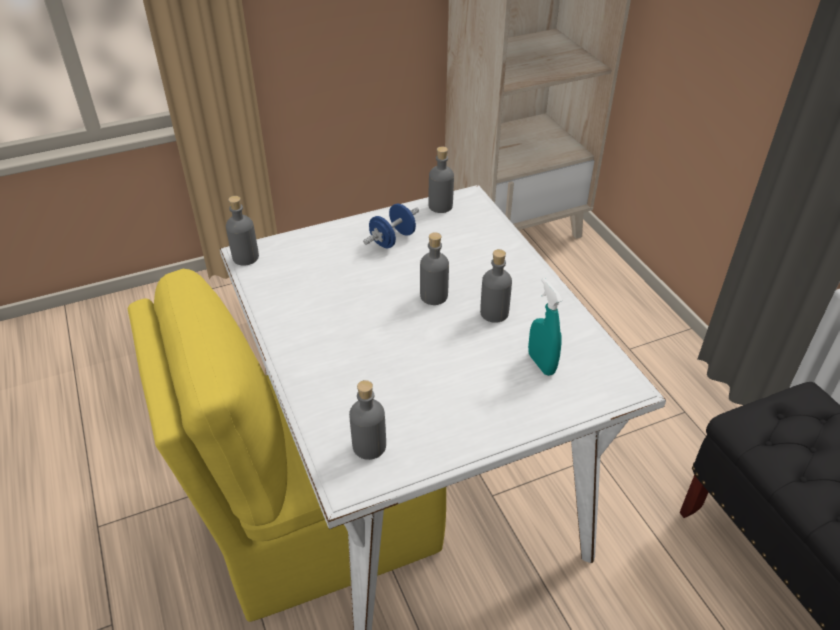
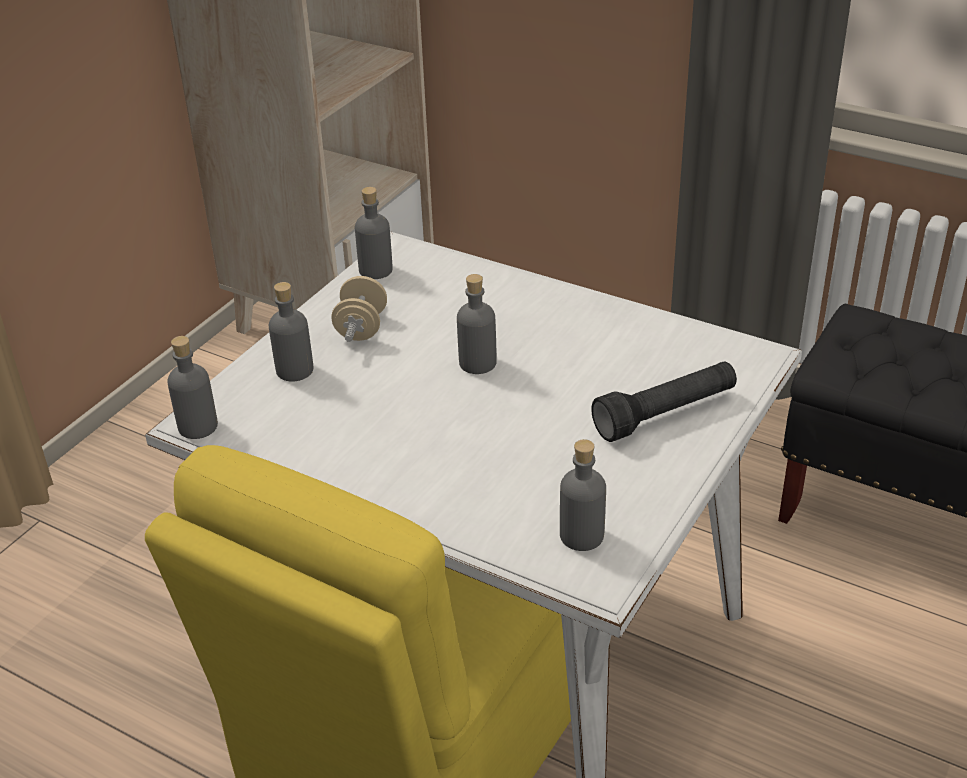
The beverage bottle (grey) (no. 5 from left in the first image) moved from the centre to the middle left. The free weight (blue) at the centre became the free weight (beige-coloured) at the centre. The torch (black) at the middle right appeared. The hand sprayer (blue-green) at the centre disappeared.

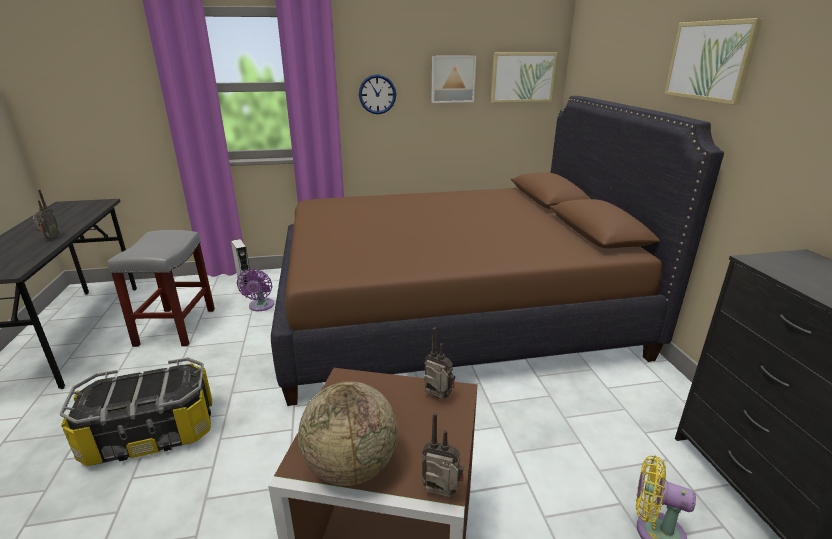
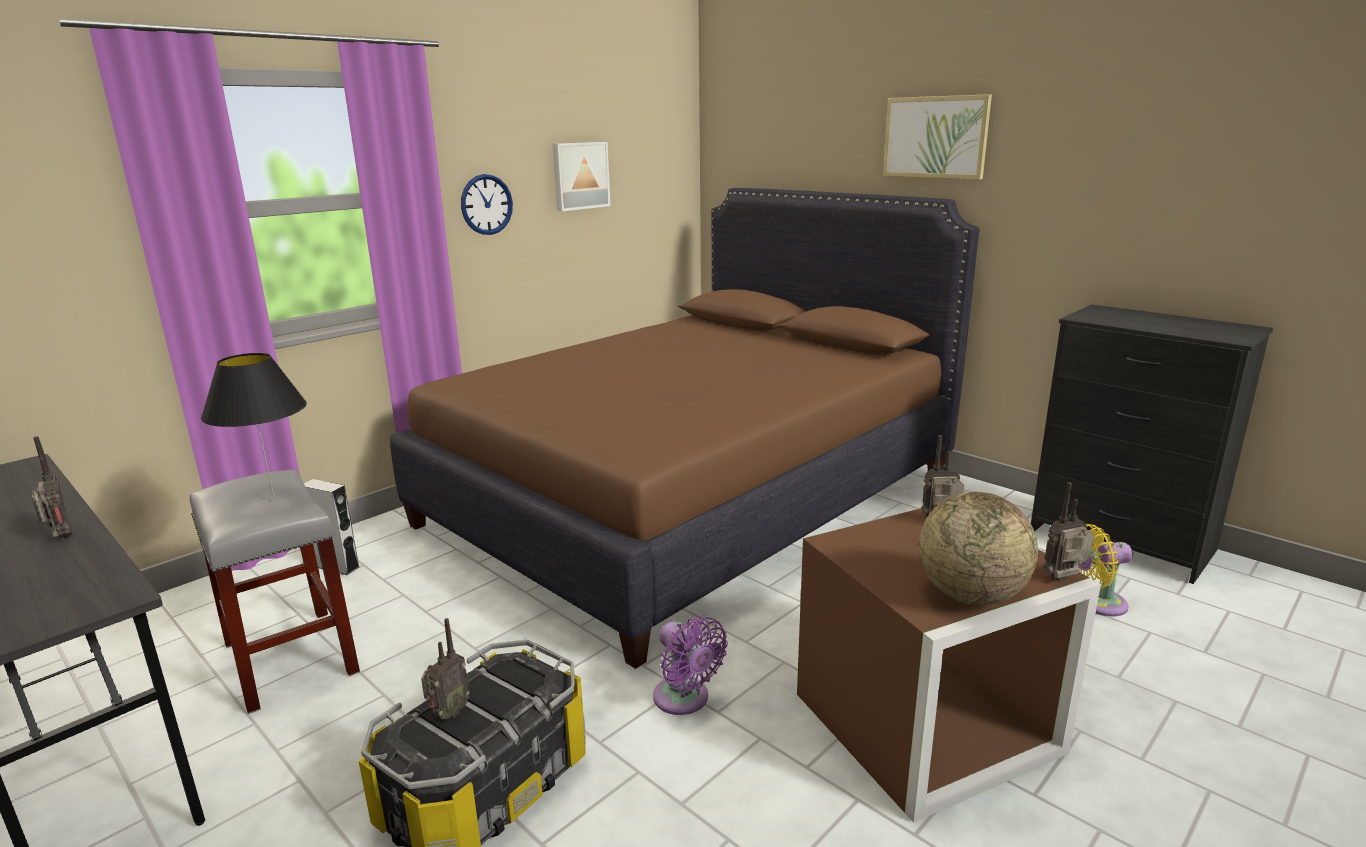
The table lamp (black) at the middle left appeared. The radio set (no. 2 from left) at the bottom left appeared. The electric fan (purplish) moved from the middle left to the bottom centre. The wall art (no. 2 from left) at the top centre disappeared.

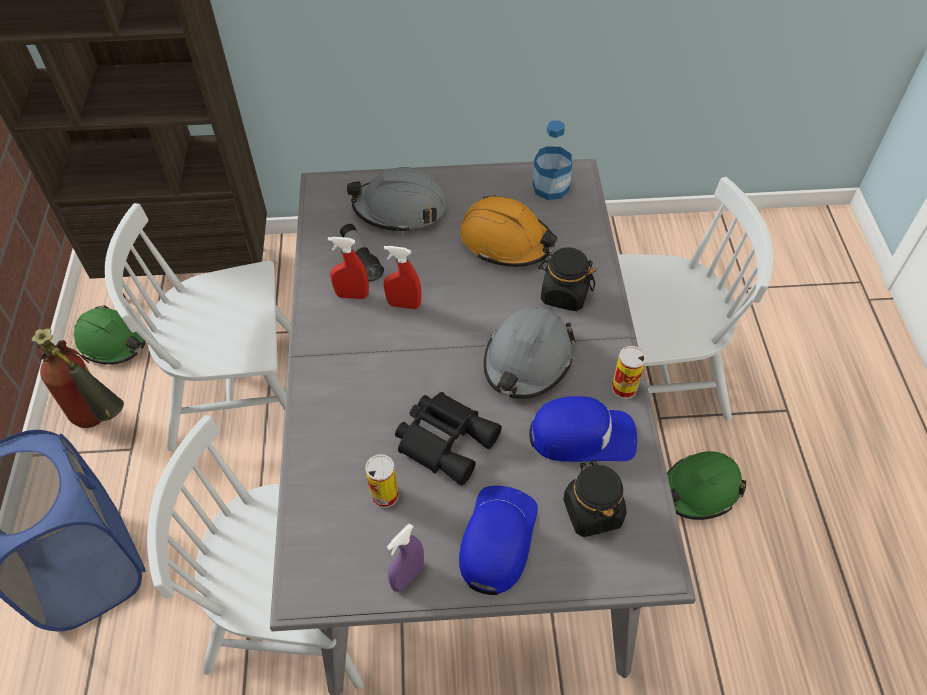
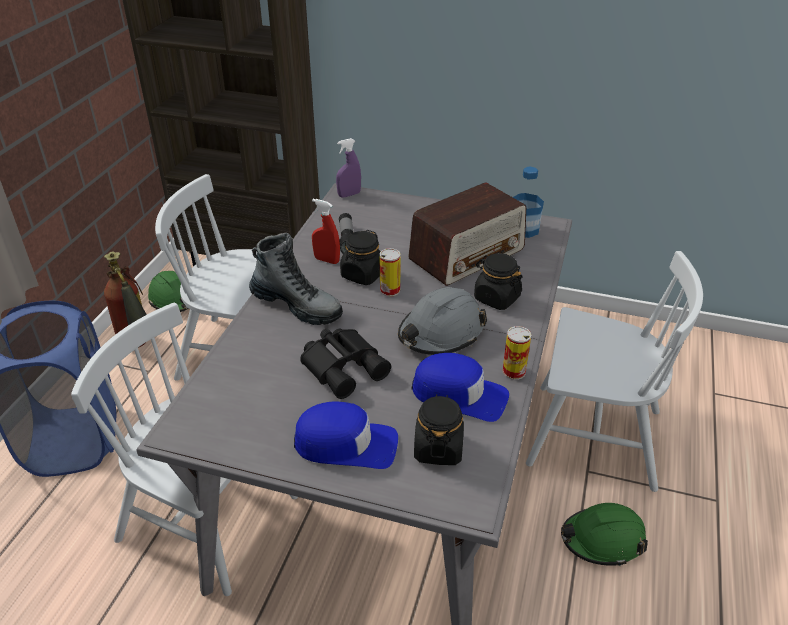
The boot at the centre appeared. The peaked cap (blue) (no. 1 from left) at the bottom centre turned 60 degrees clockwise. The hand sprayer (purplish) moved from the bottom centre to the top centre. The hand sprayer (red-coloured) (no. 2 from left) at the centre was replaced by the storage jar (black) (no. 1 from left) at the centre. The metal can (no. 1 from left) moved from the bottom centre to the centre. The hard hat (orange) at the top centre was replaced by the radio set at the centre. The hard hat (grey) (no. 1 from left) at the top centre disappeared.

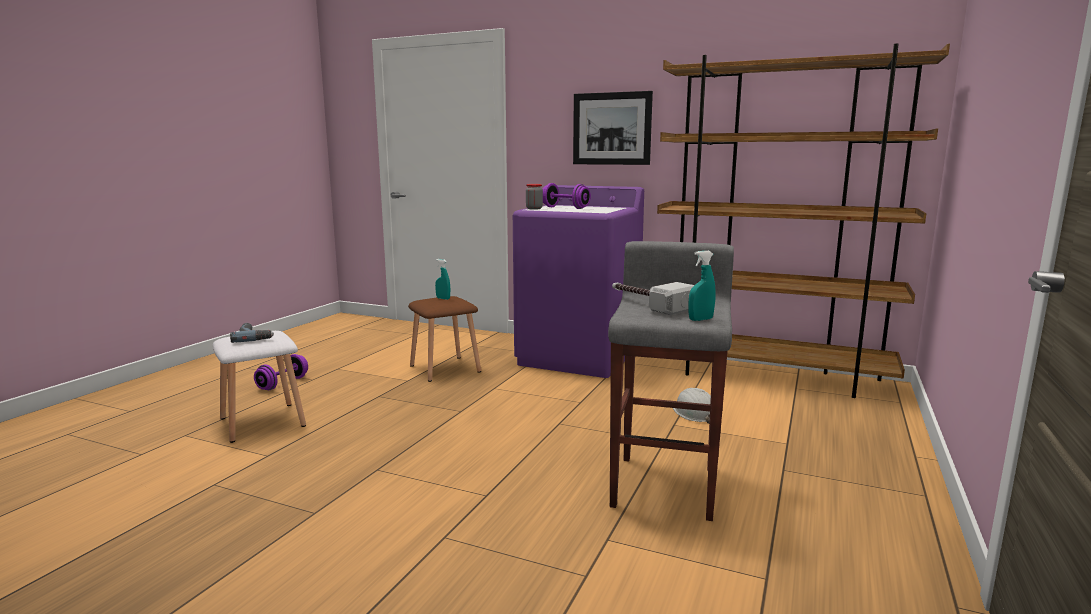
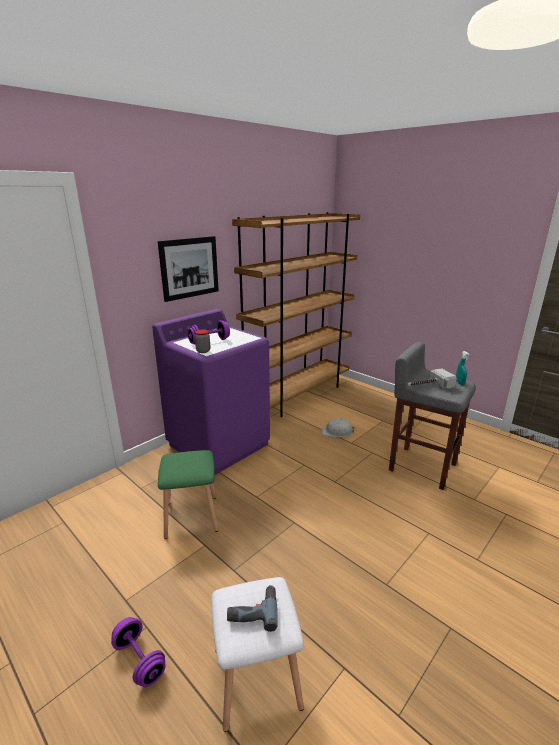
The sitting stool (brown-coloured) at the centre became the sitting stool (greenish) at the centre. The hand sprayer (blue-green) (no. 1 from left) at the centre disappeared.

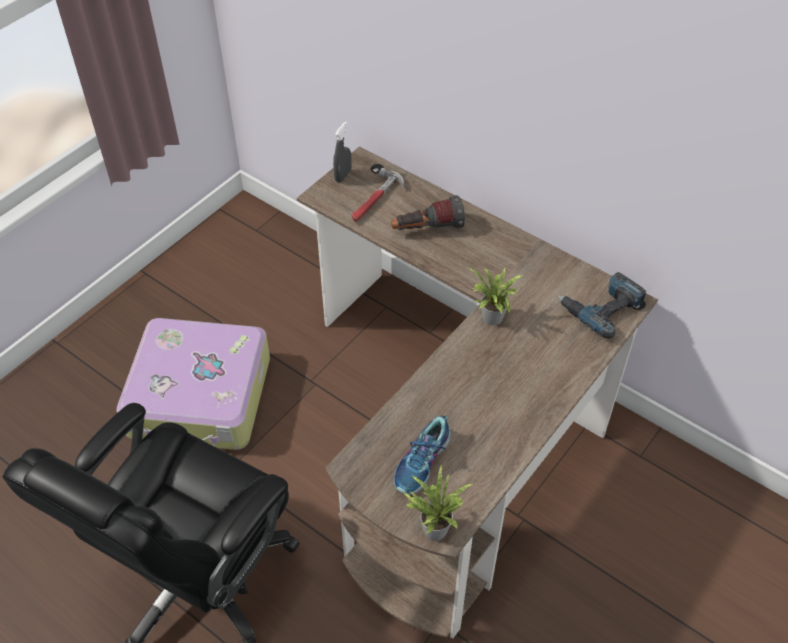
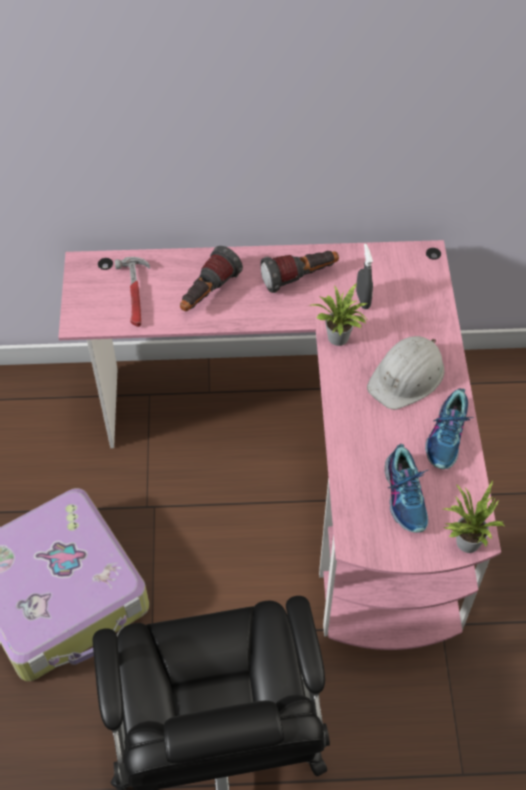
The desk (brown-coloured) at the centre became the desk (pink) at the centre. The torch (no. 2 from left) at the centre appeared. The hand sprayer (grey) moved from the top centre to the middle right. The hard hat (whitish) at the middle right appeared. The shoe (no. 2 from left) at the middle right appeared. The drill at the middle right disappeared.

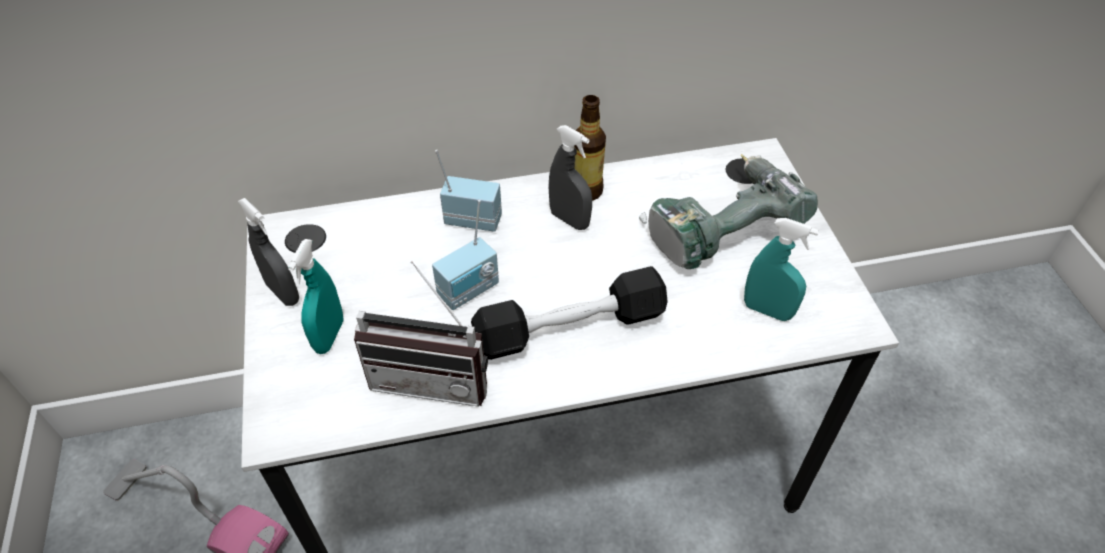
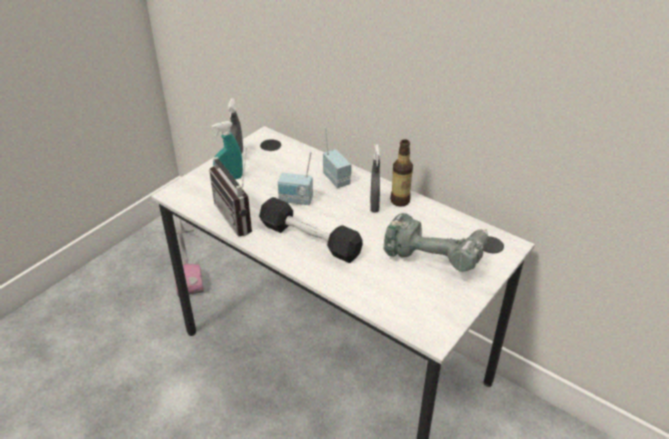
The hand sprayer (blue-green) (no. 2 from left) at the middle right disappeared.

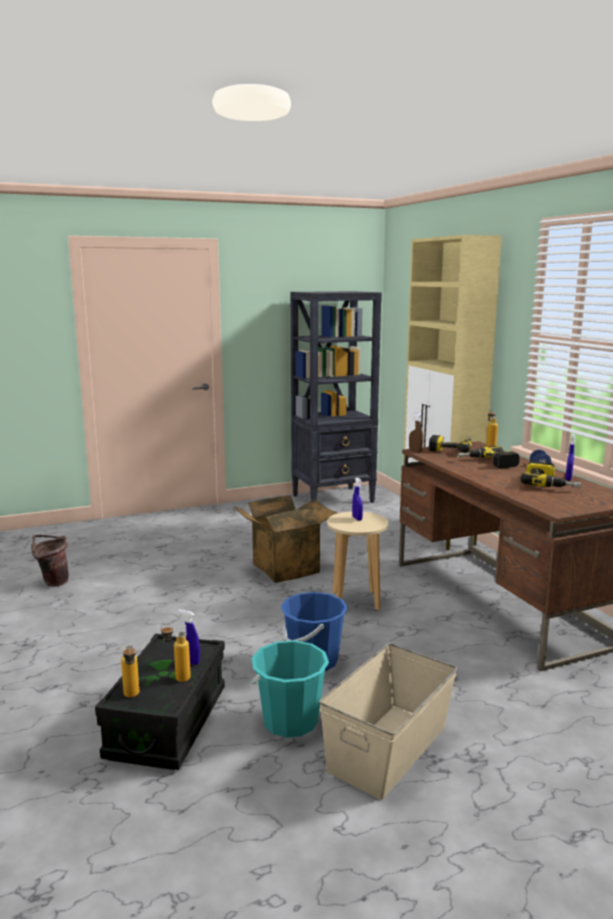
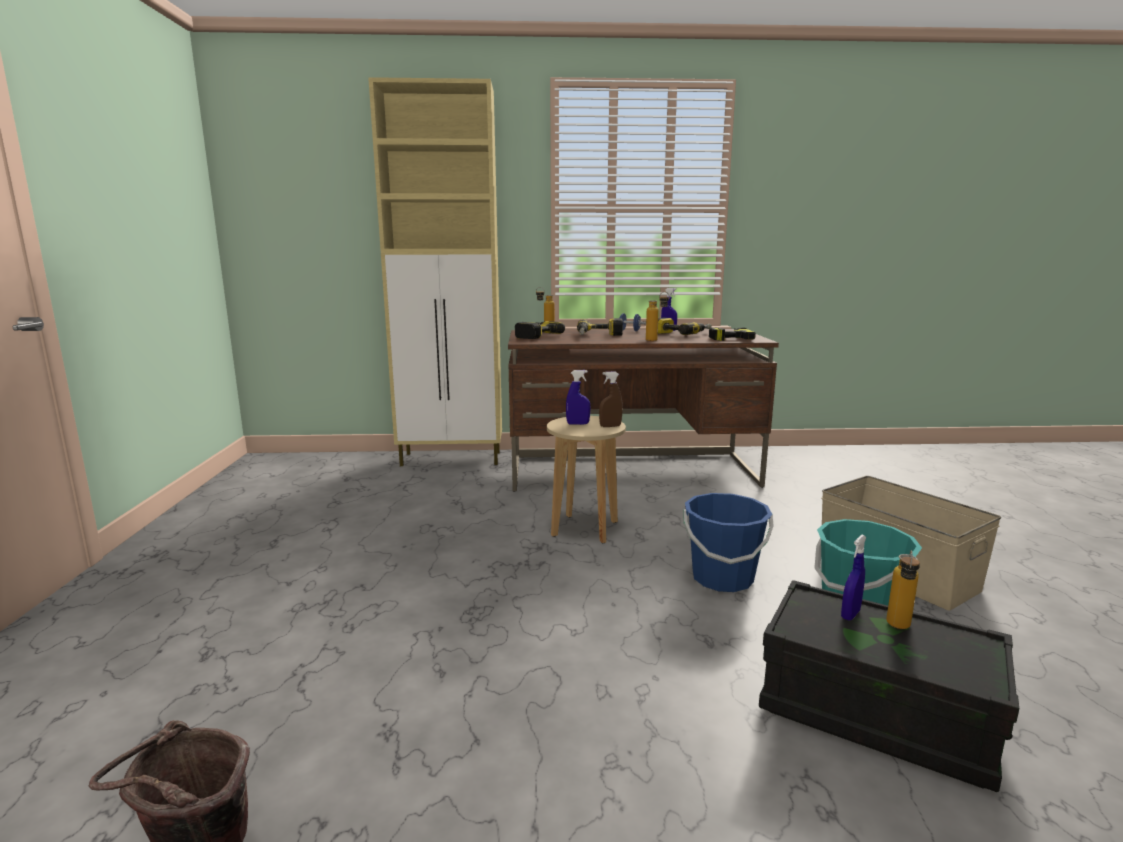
The hand sprayer (brown-coloured) moved from the middle right to the centre. The beverage bottle (no. 1 from left in the first image) moved from the bottom left to the centre. The drill (no. 4 from left) at the centre appeared. The carton at the centre disappeared. The bookshelf (black) at the centre disappeared.

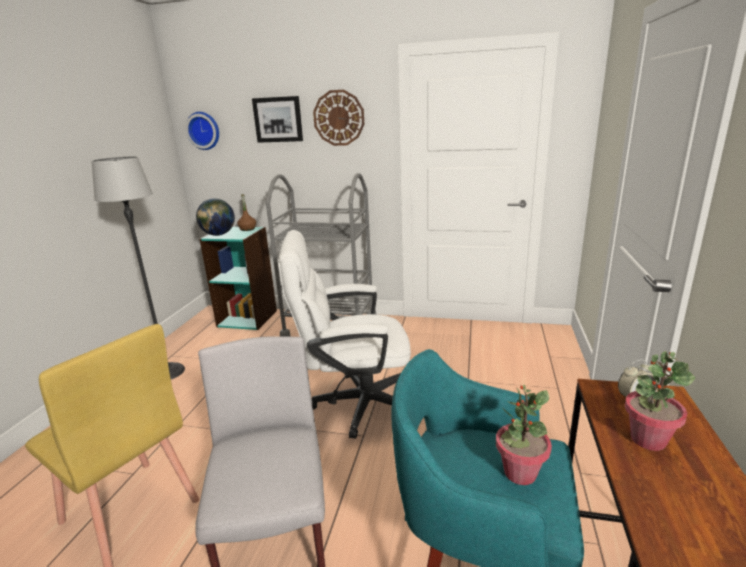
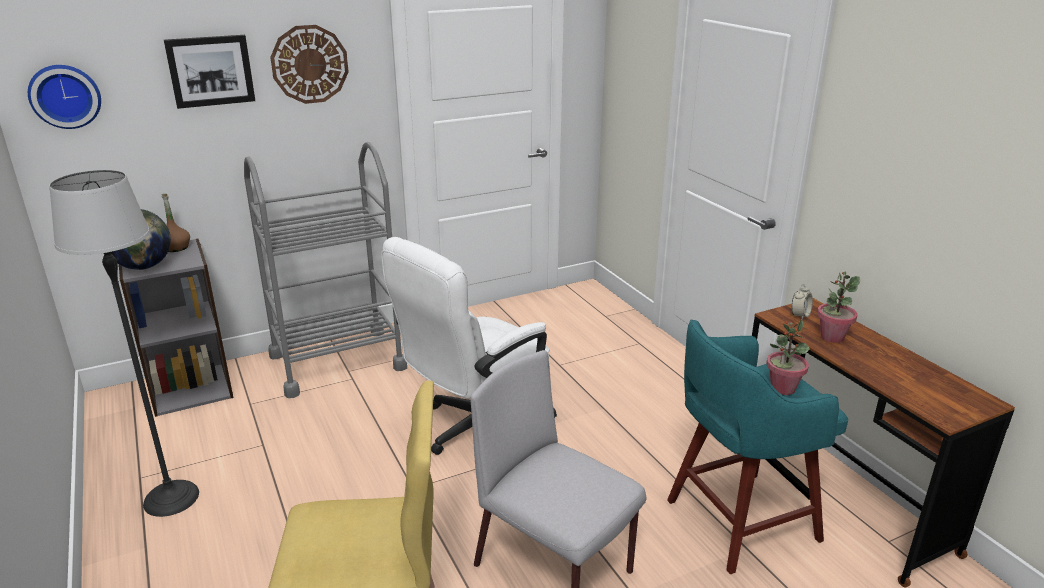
The bookshelf (blue-green) at the middle left became the bookshelf (grey) at the middle left.

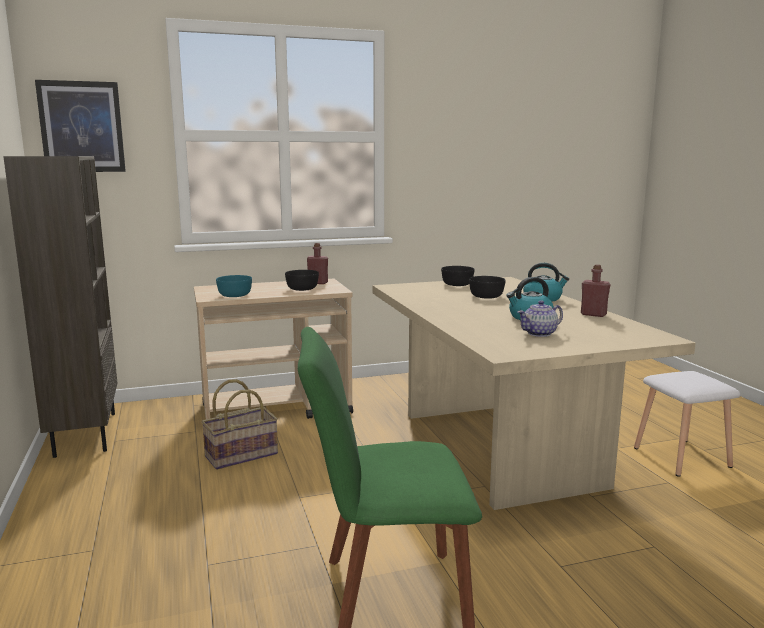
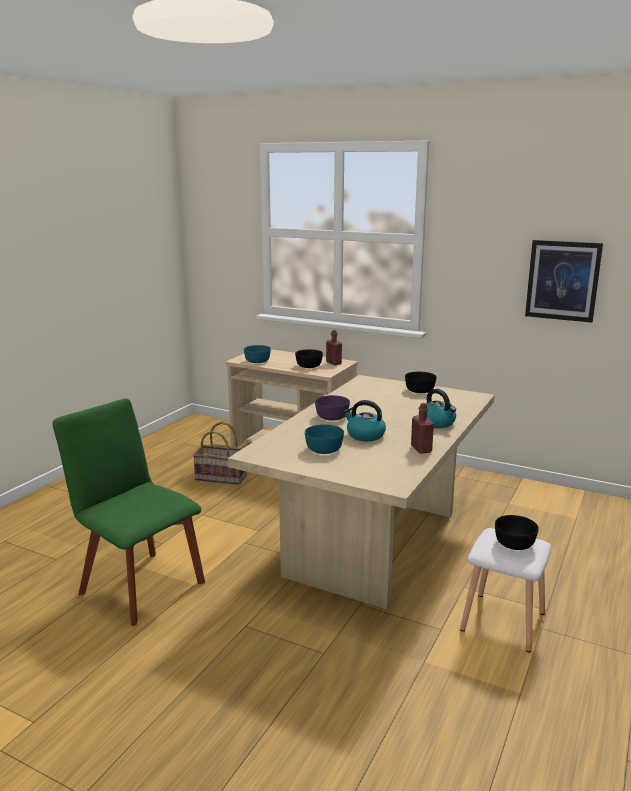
The pot for tea at the middle right was replaced by the serving bowl (blue-green) (no. 2 from left) at the centre. The serving bowl (purplish) at the centre appeared. The serving bowl (black) (no. 3 from left) moved from the centre to the bottom right. The wall art moved from the top left to the middle right. The bookshelf (brown-coloured) at the middle left disappeared.

